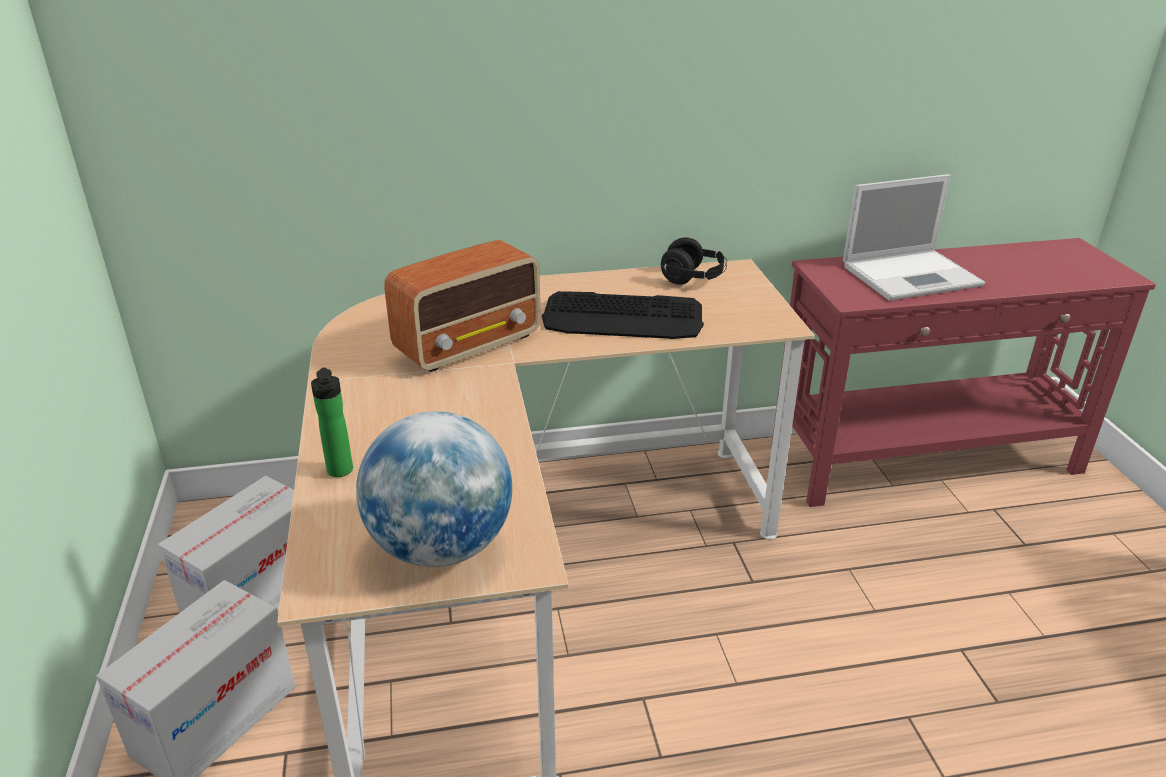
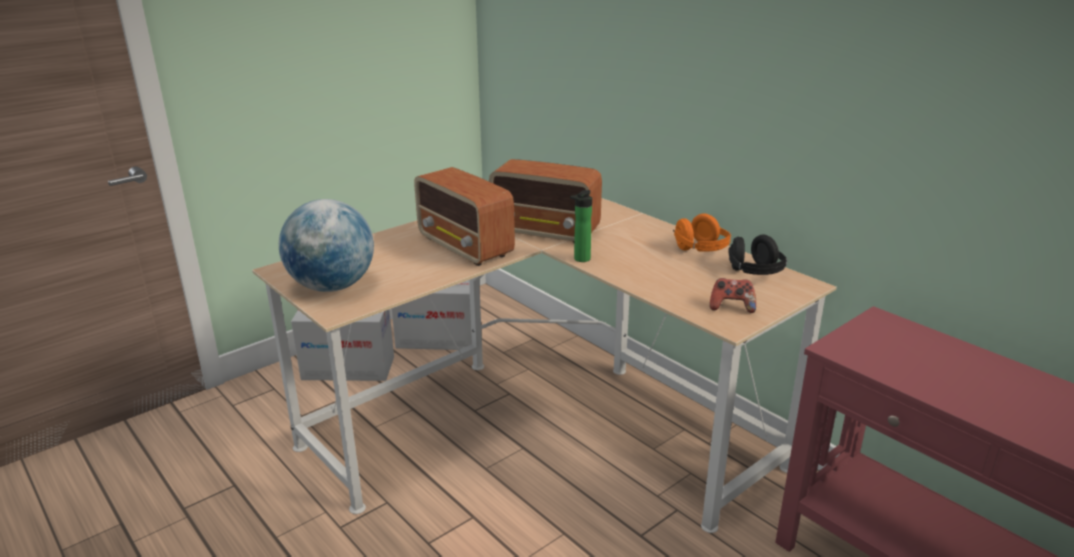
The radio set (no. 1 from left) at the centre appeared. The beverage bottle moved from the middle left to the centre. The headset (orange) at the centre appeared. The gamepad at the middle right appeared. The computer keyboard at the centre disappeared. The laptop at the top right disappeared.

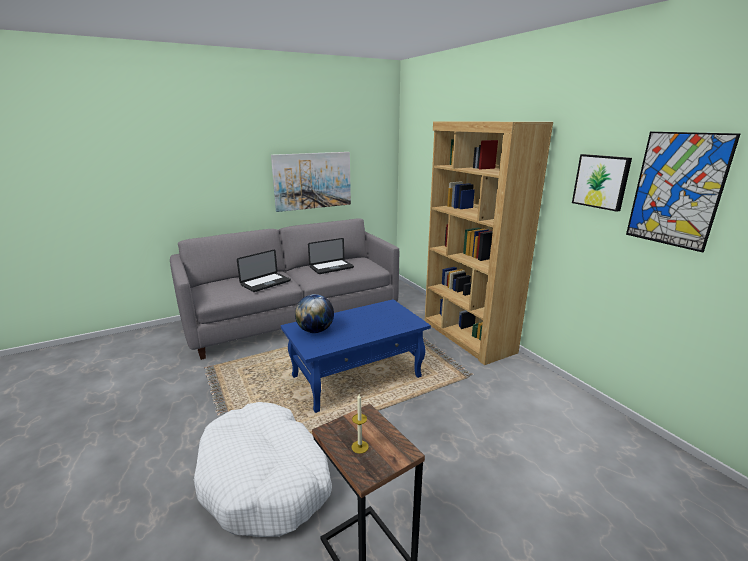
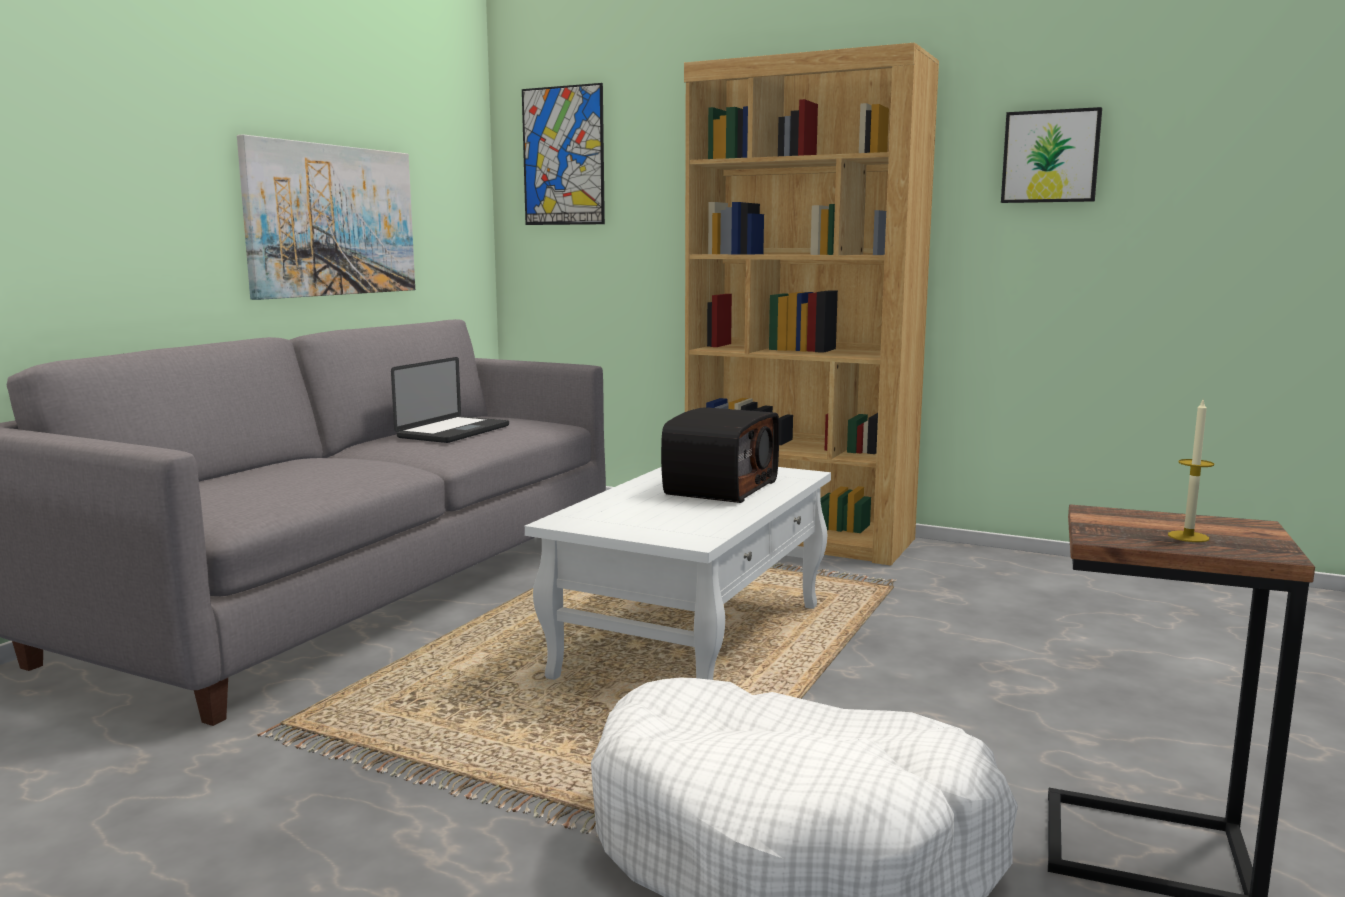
The wall art (no. 3 from left in the first image) moved from the middle right to the top centre. The low table (blue) at the centre became the low table (whitish) at the centre. The radio set at the centre appeared. The laptop (no. 1 from left) at the centre disappeared. The globe at the centre disappeared.

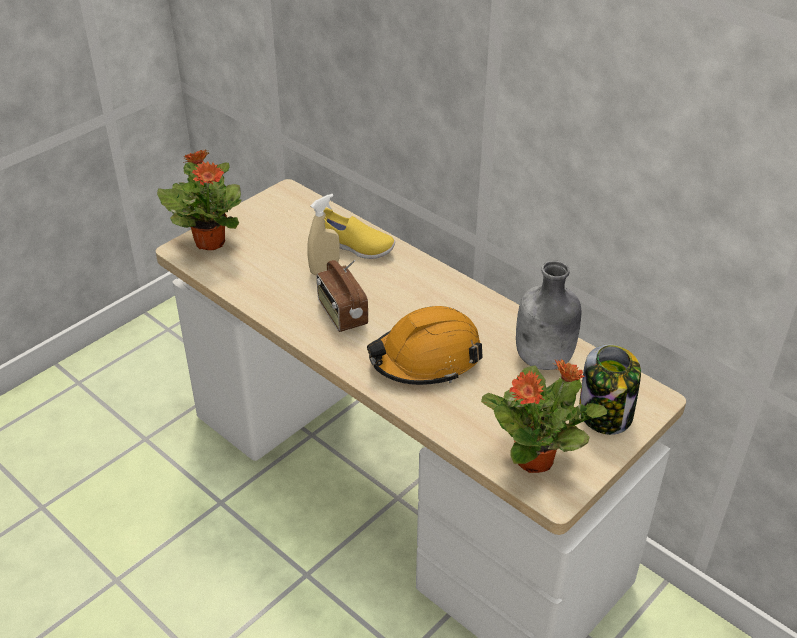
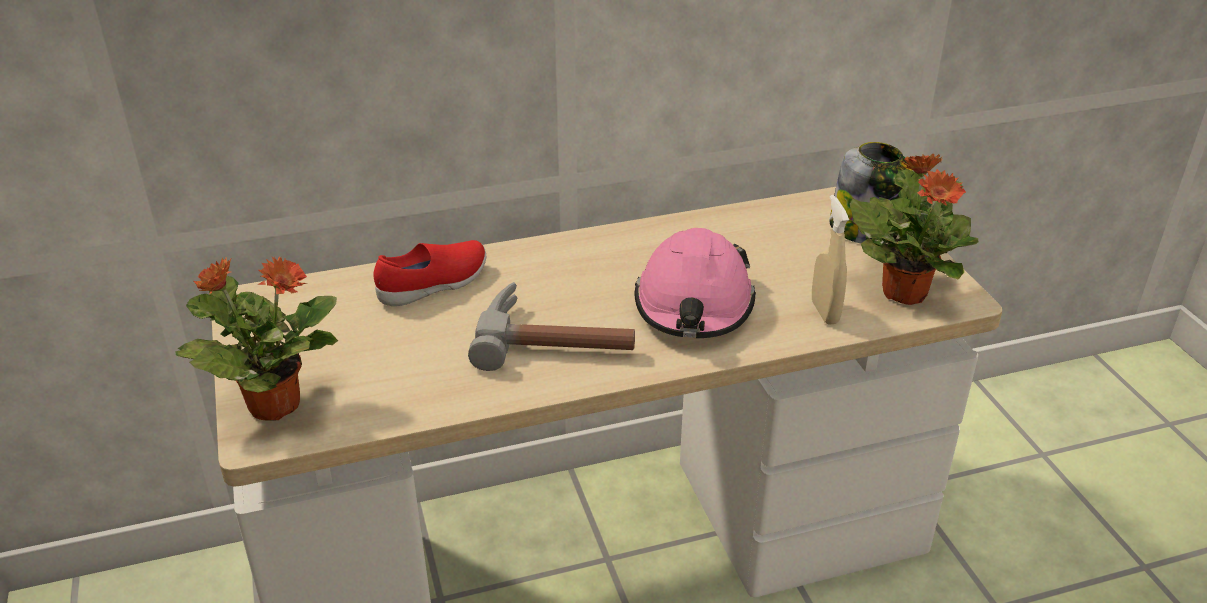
The shoe (yellowish) at the centre became the shoe (red-coloured) at the centre. The radio set at the centre was replaced by the tool hammer at the centre. The hard hat (orange) at the centre became the hard hat (pink) at the centre. The hand sprayer (beige-coloured) moved from the centre to the middle right. The beverage bottle (grey) at the middle right disappeared.

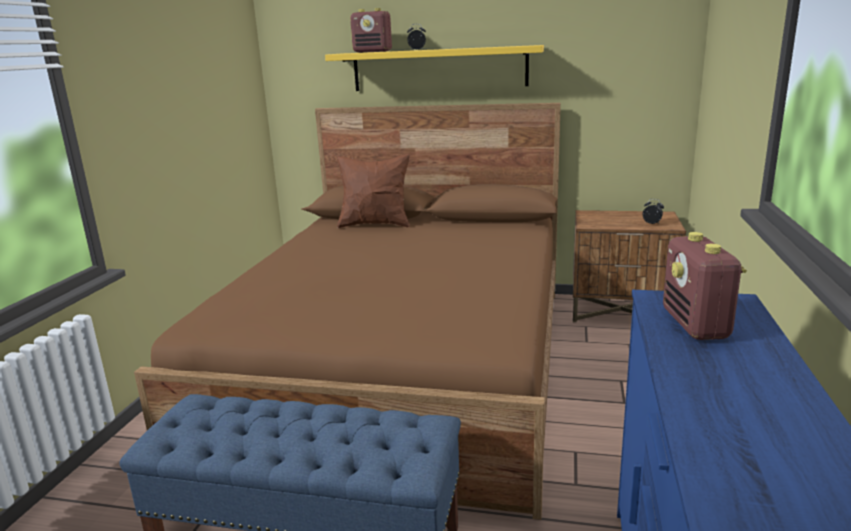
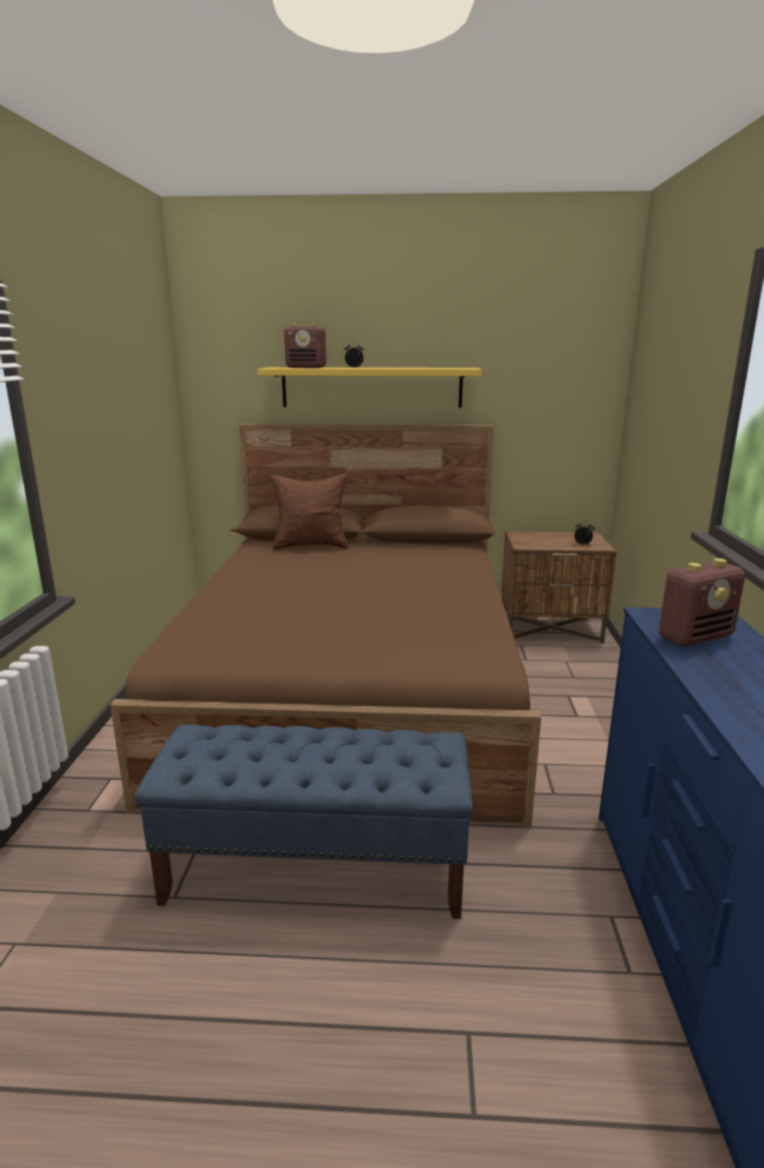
The radio set (no. 2 from left) at the middle right turned 105 degrees counterclockwise.

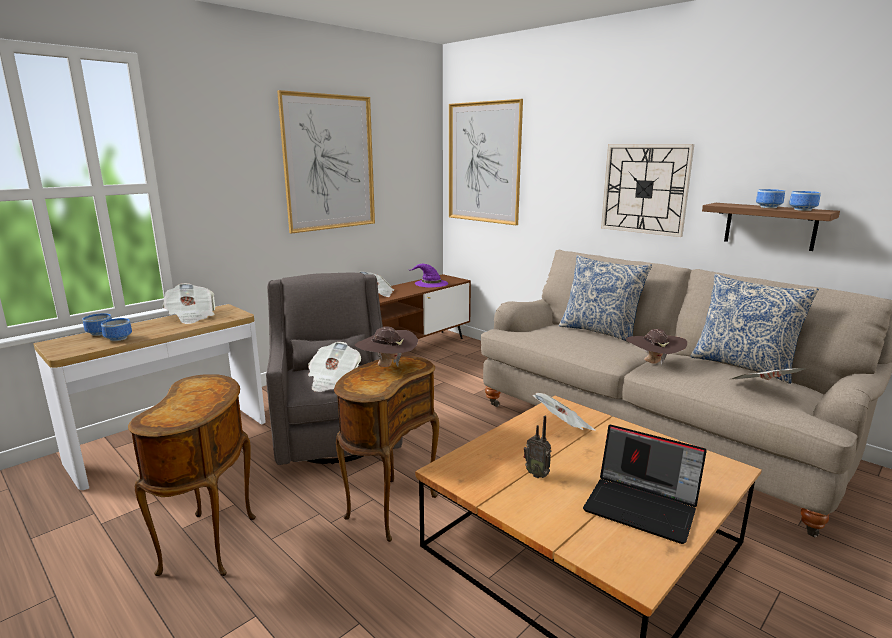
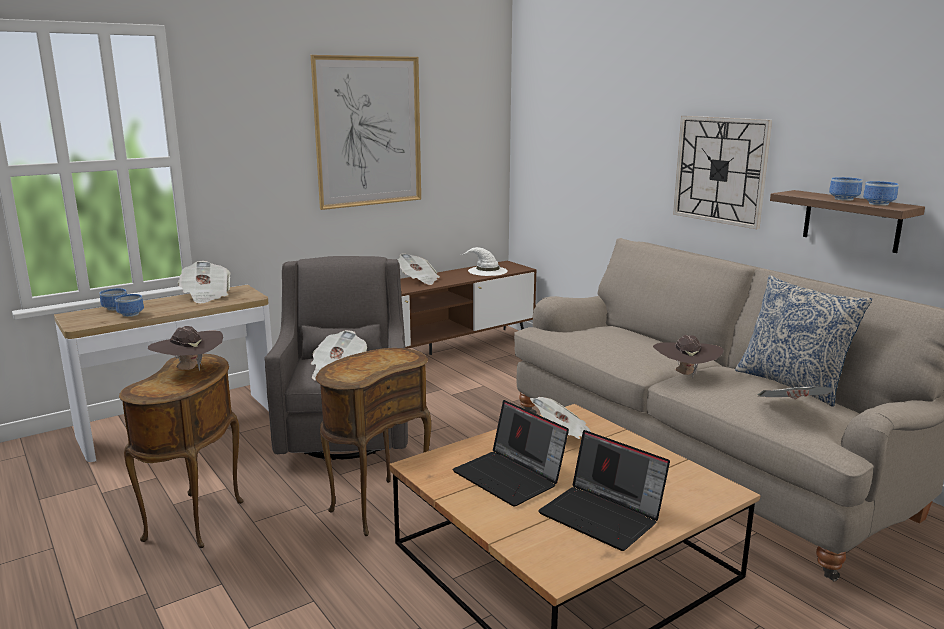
The hat (brown-coloured) (no. 1 from left) moved from the centre to the middle left. The radio set at the bottom centre was replaced by the laptop (no. 1 from left) at the bottom centre. The hat (purplish) at the centre became the hat (whitish) at the centre. The wall art (no. 2 from left) at the top centre disappeared. The pillow (no. 1 from left) at the middle right disappeared.

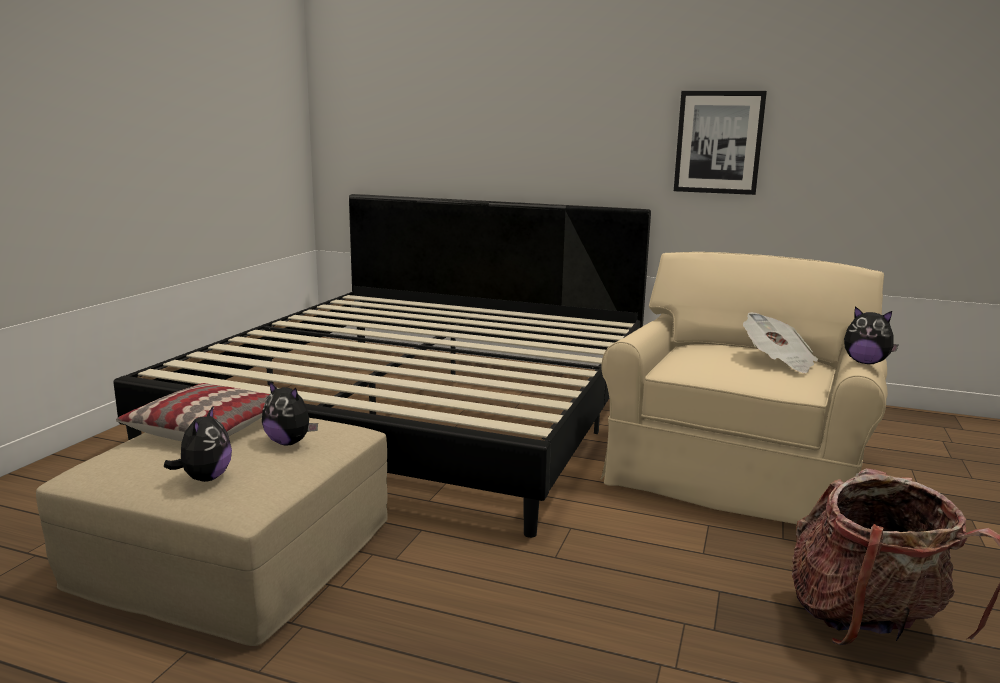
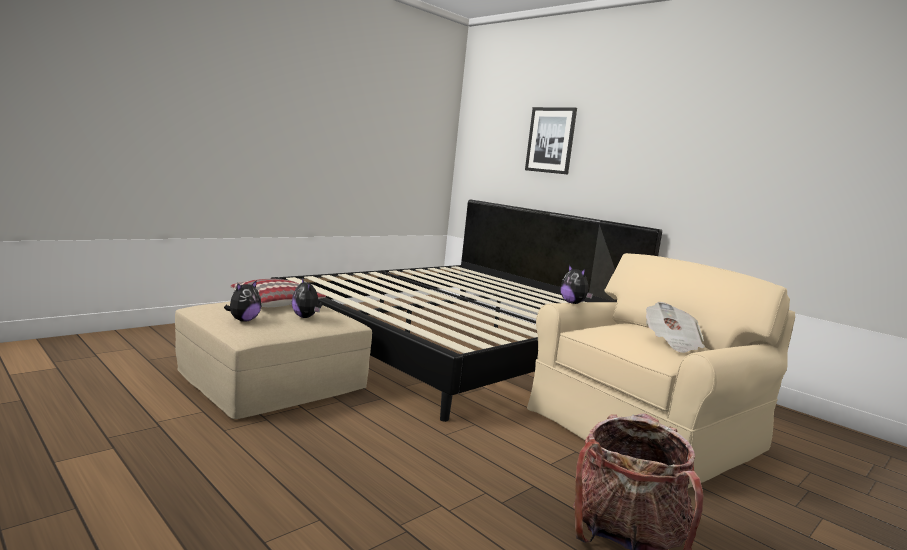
The wall art moved from the top right to the top centre. The plush toy (no. 3 from left) moved from the middle right to the centre.

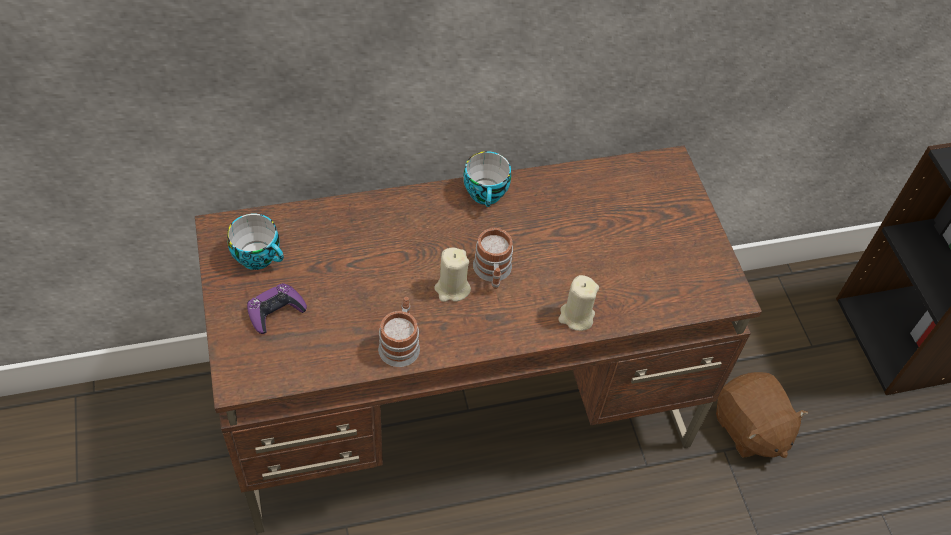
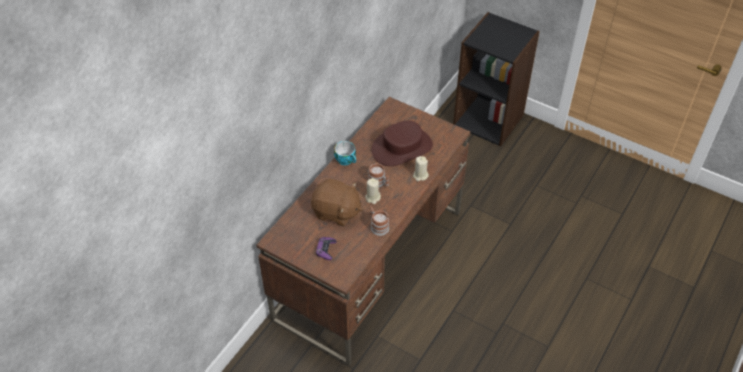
The plush toy (brown-coloured) moved from the bottom right to the centre. The hat (brown-coloured) at the centre appeared. The drinking cup (no. 1 from left) at the middle left disappeared.

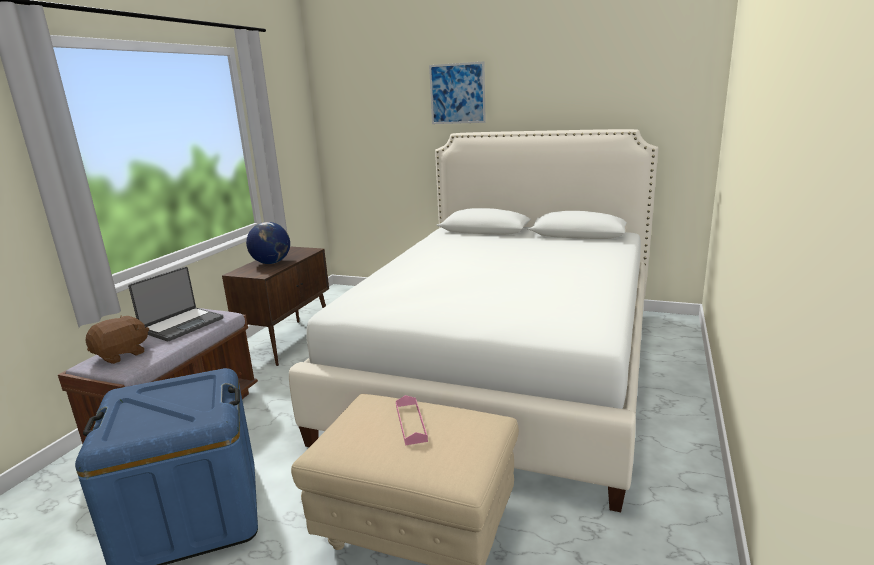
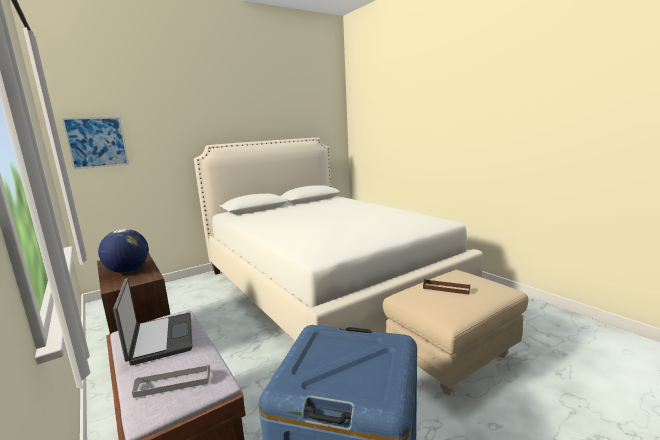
The wall art moved from the top centre to the top left. The plush toy (brown-coloured) at the middle left was replaced by the tray (grey) at the bottom left. The tray (pink) at the bottom centre became the tray (brown-coloured) at the middle right.

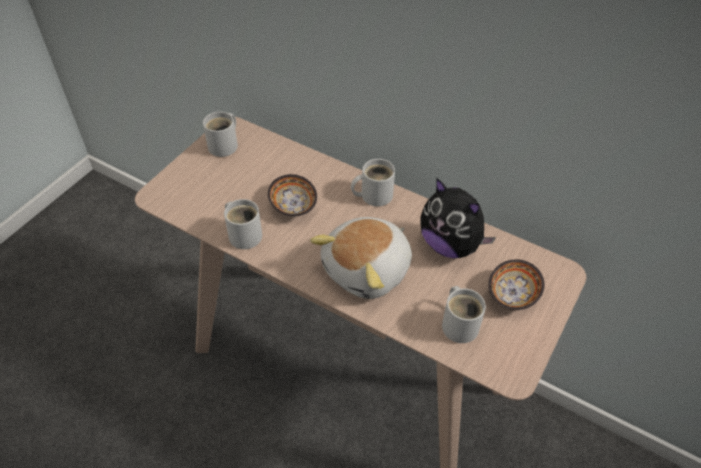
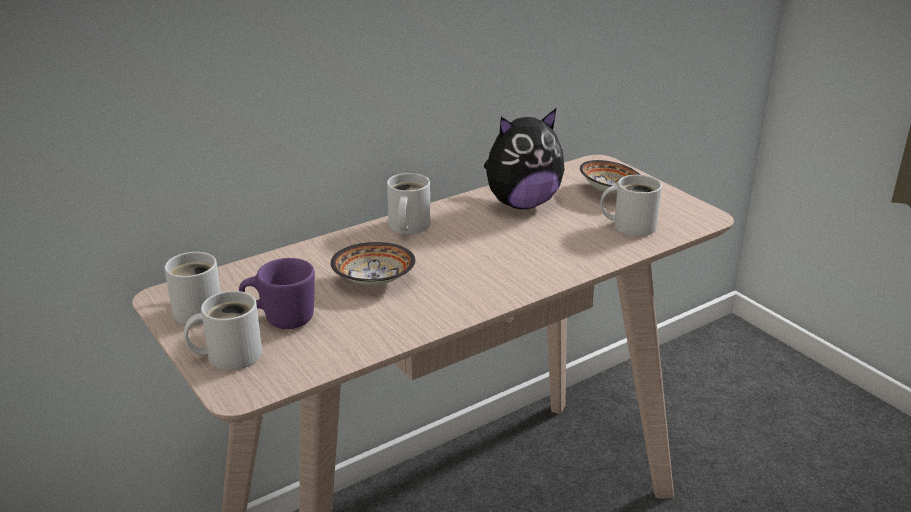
The coffee mug (whitish) (no. 2 from left) moved from the centre to the middle left. The coffee mug (purplish) at the middle left appeared. The plush toy (no. 1 from left) at the centre disappeared.

